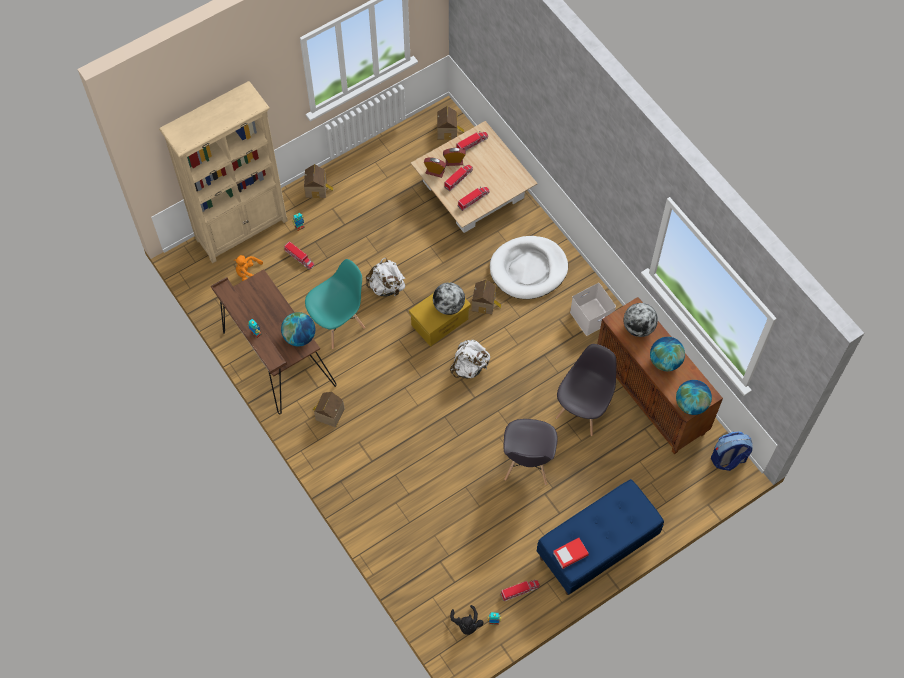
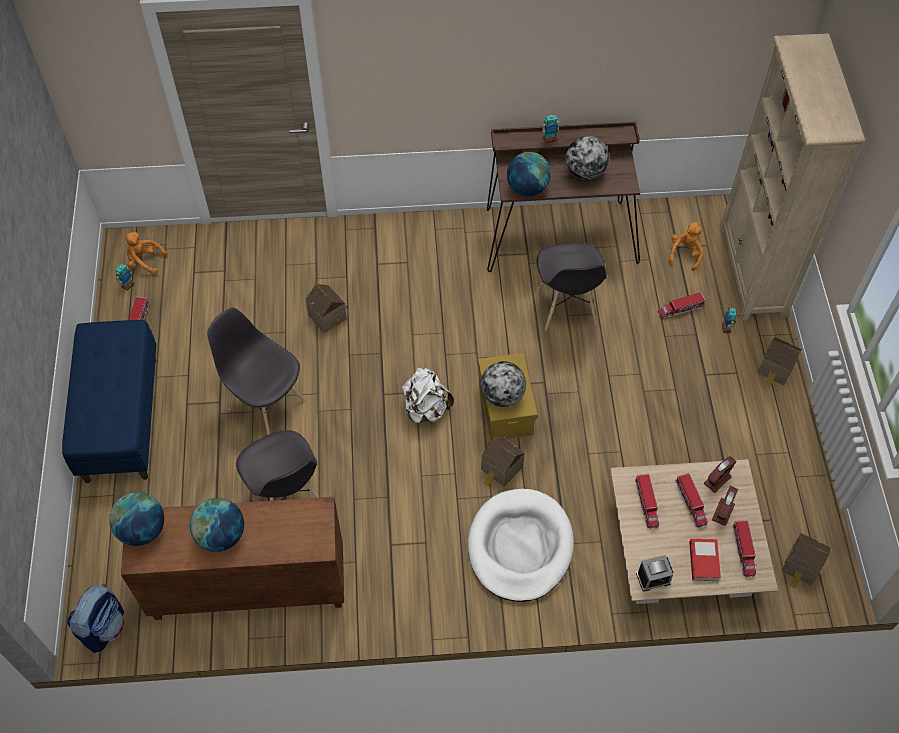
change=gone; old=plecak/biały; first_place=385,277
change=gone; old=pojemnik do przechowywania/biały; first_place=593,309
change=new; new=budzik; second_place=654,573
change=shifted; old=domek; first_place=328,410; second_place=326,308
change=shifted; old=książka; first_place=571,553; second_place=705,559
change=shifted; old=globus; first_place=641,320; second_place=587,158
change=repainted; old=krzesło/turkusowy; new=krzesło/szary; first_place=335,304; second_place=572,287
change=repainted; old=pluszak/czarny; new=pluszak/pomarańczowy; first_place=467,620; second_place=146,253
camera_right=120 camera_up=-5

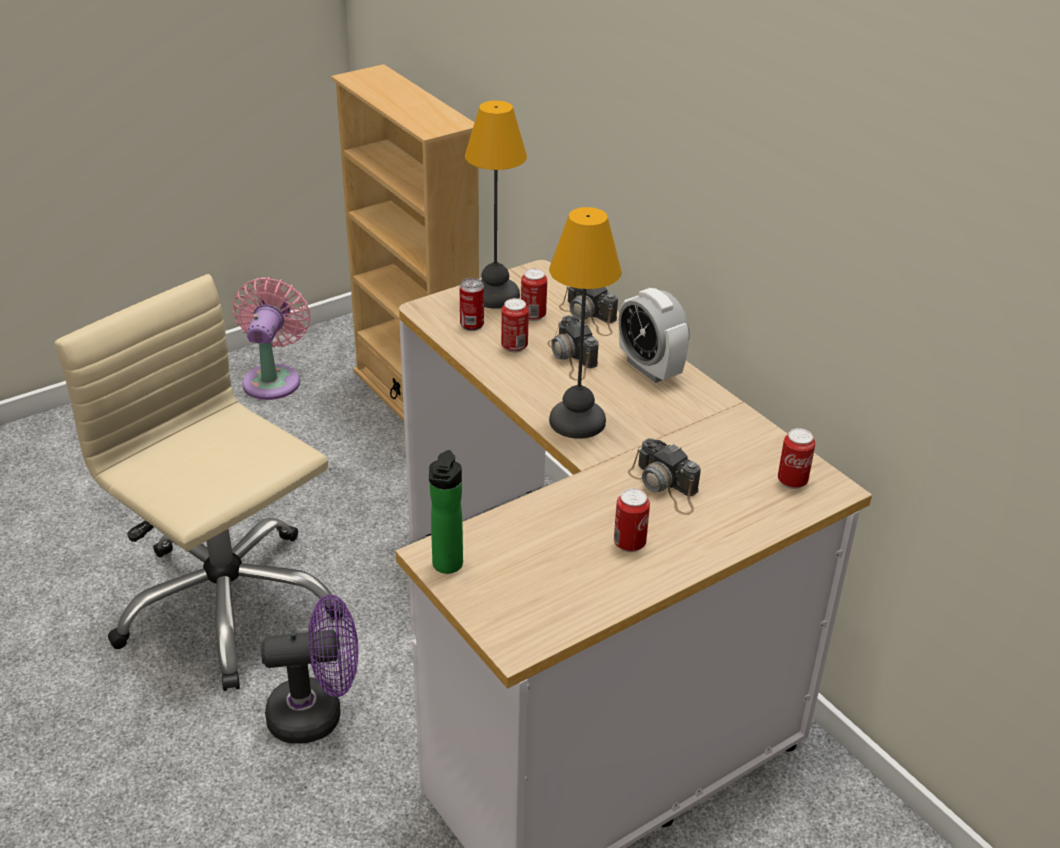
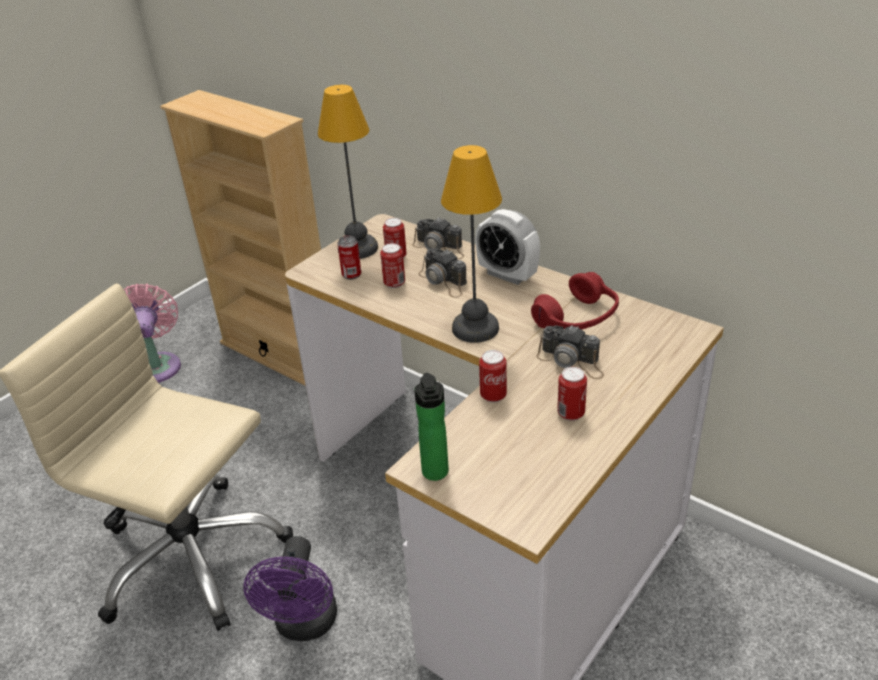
change=new; new=słuchawki/czerwony; second_place=575,301
change=shifted; old=puszka; first_place=796,458; second_place=493,376
change=rotated; old=wentylator/fioletowy; first_place=309,669; second_place=290,588; degrees=120
camera_right=-15 camera_up=0

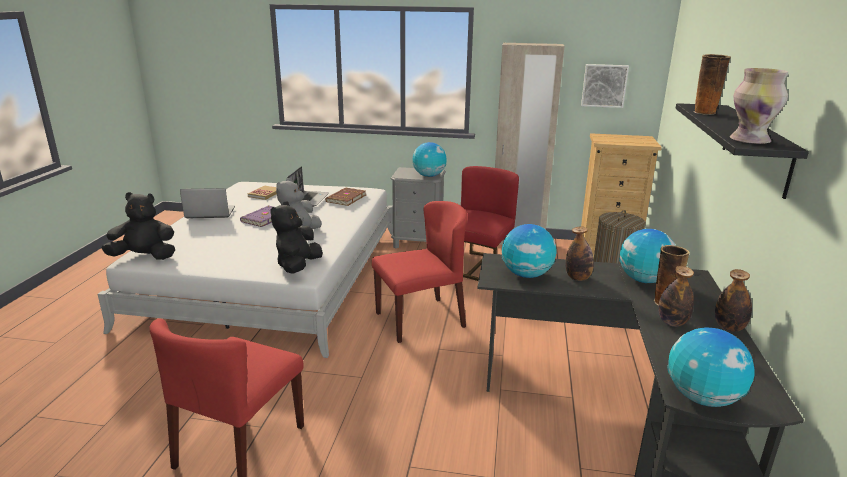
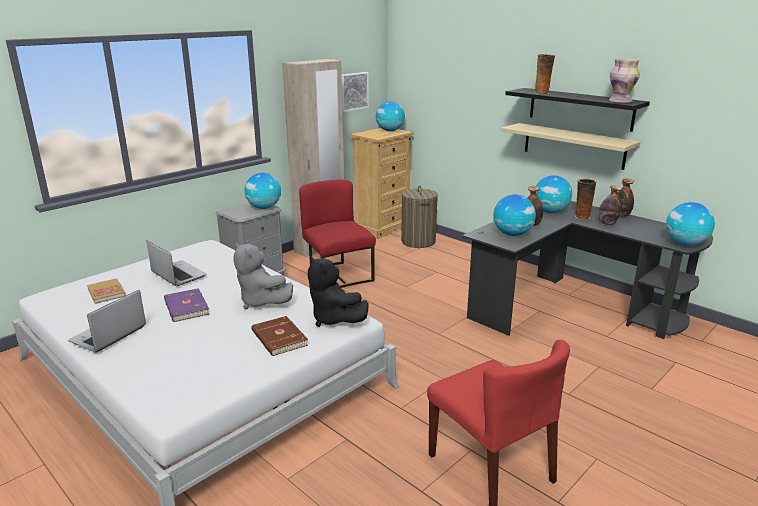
change=gone; old=pluszak/czarny; first_place=138,226
change=gone; old=krzesło/czerwony; first_place=420,272
change=new; new=globus; second_place=390,116
change=new; new=półka/beżowy; second_place=570,146
change=shifted; old=książka/brązowy; first_place=345,196; second_place=279,336
camera_right=-55 camera_up=0

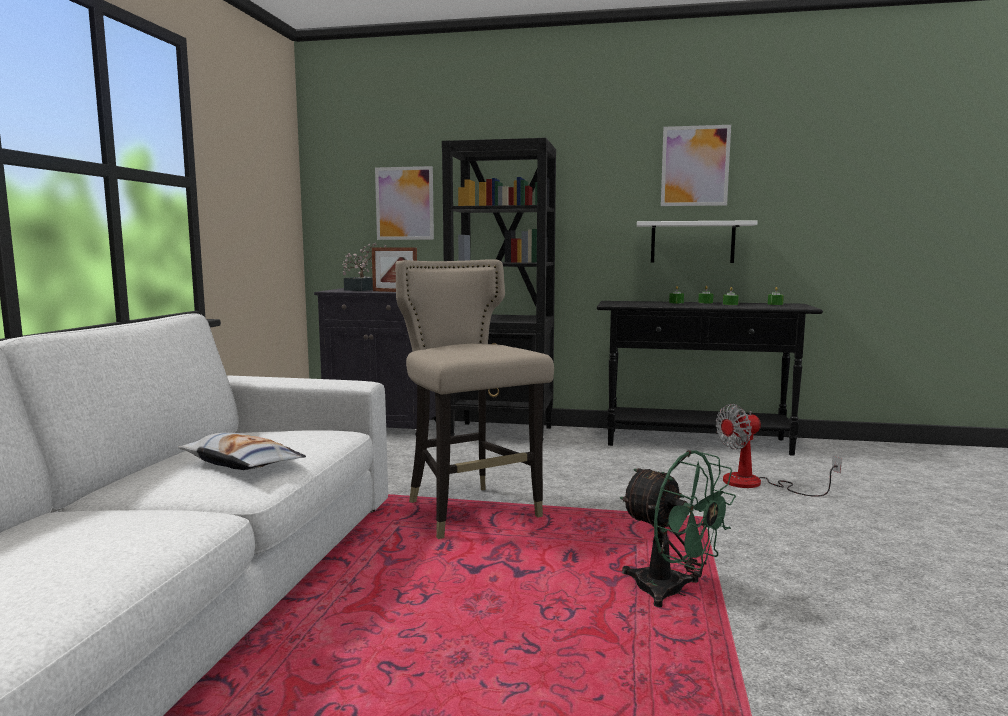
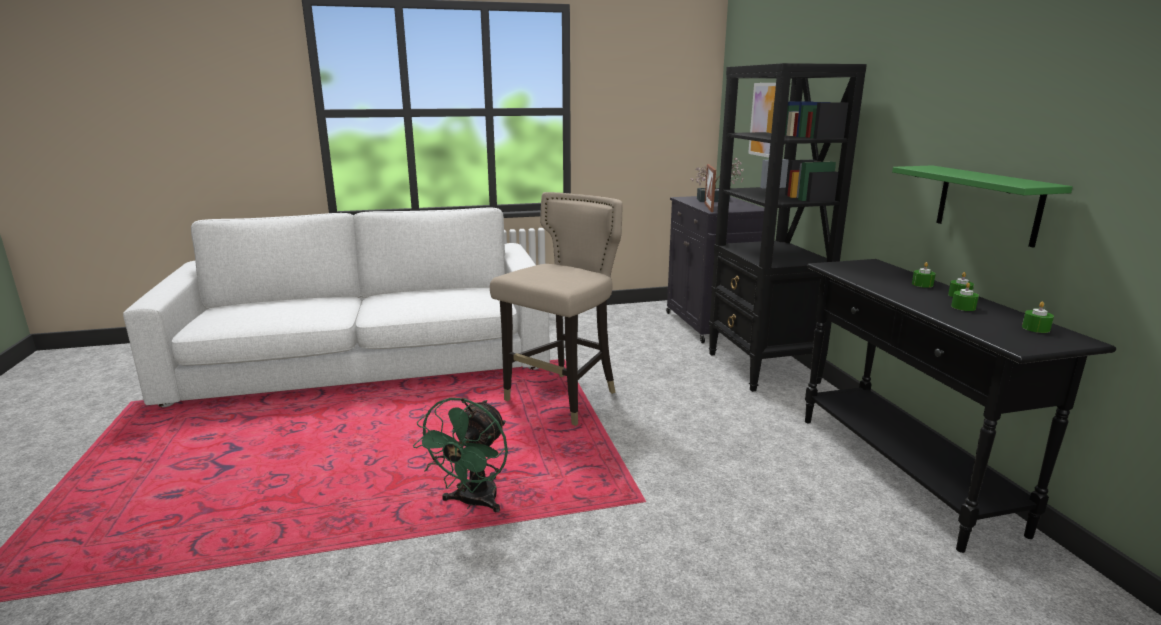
change=gone; old=poduszka; first_place=242,451
change=gone; old=obraz; first_place=696,165
change=gone; old=wentylator; first_place=779,450
change=repainted; old=półka/biały; new=półka/zielony; first_place=697,241; second_place=982,206
camera_right=65 camera_up=10

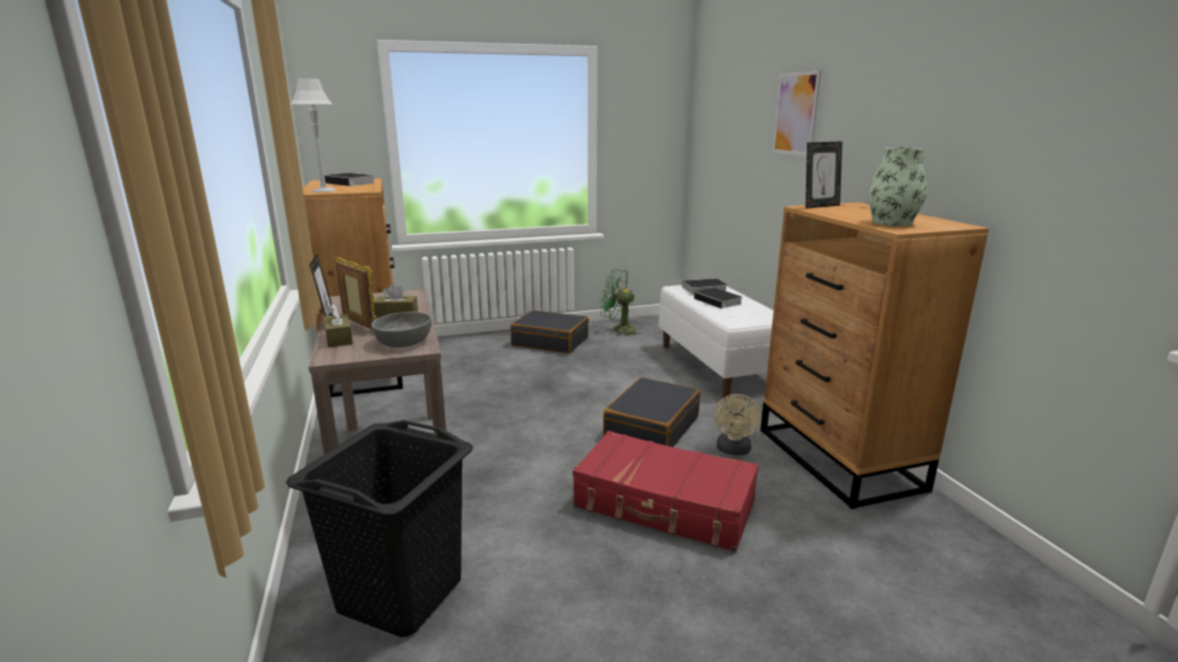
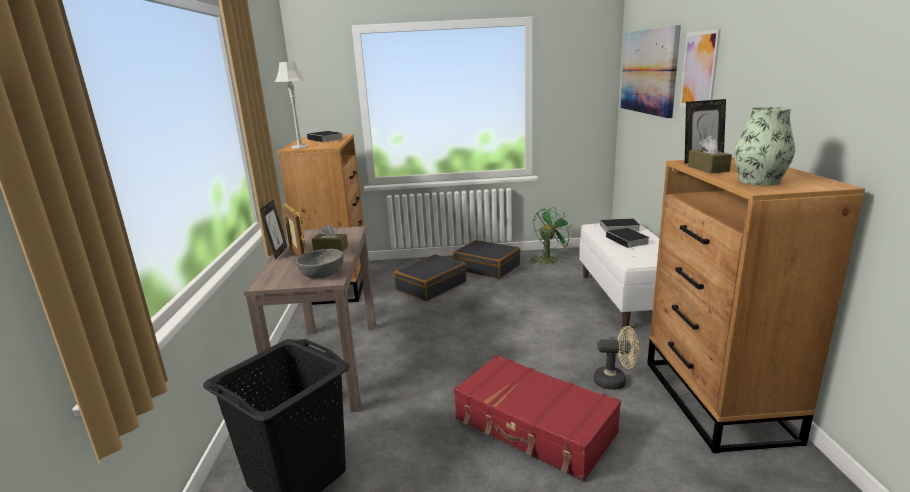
change=new; new=obraz; second_place=651,71
change=shifted; old=pudełko chusteczek/brązowy; first_place=338,325; second_place=710,154
change=shifted; old=walizka/czarny; first_place=651,412; second_place=430,277
change=rotated; old=wentylator/zielony; first_place=620,302; second_place=551,235; degrees=105
change=rotated; old=wentylator/beżowy; first_place=738,424; second_place=616,358; degrees=-105
camera_right=15 camera_up=0

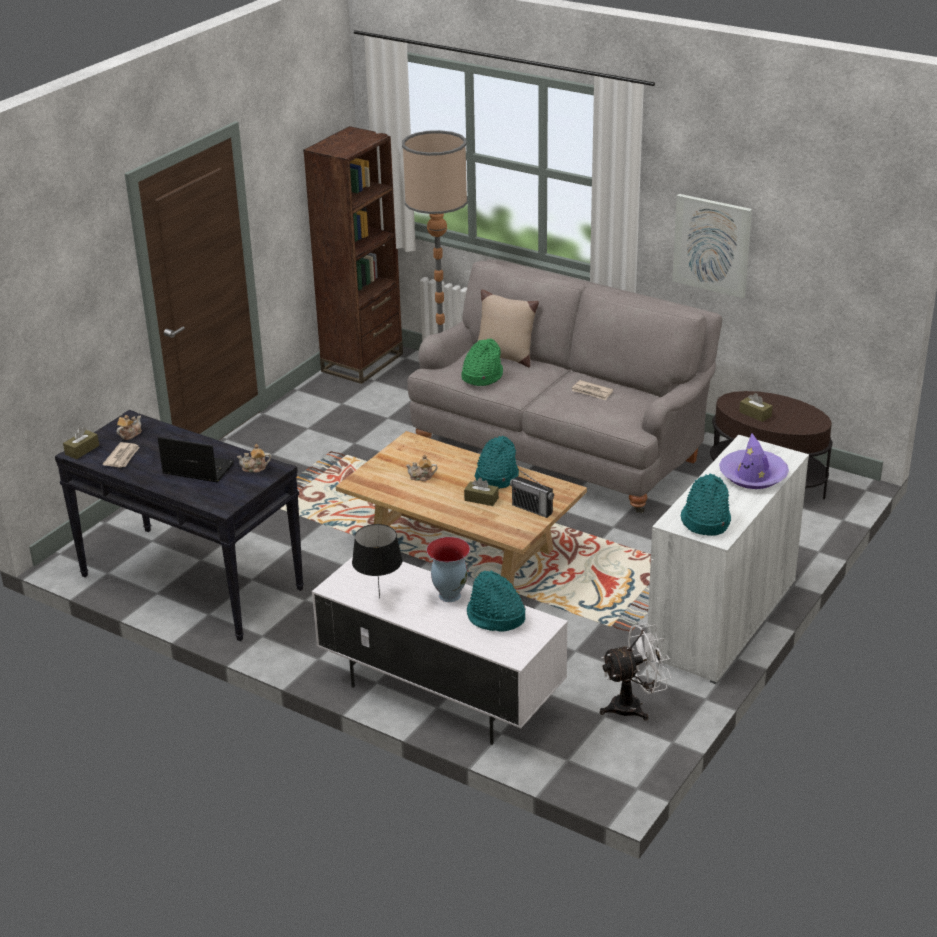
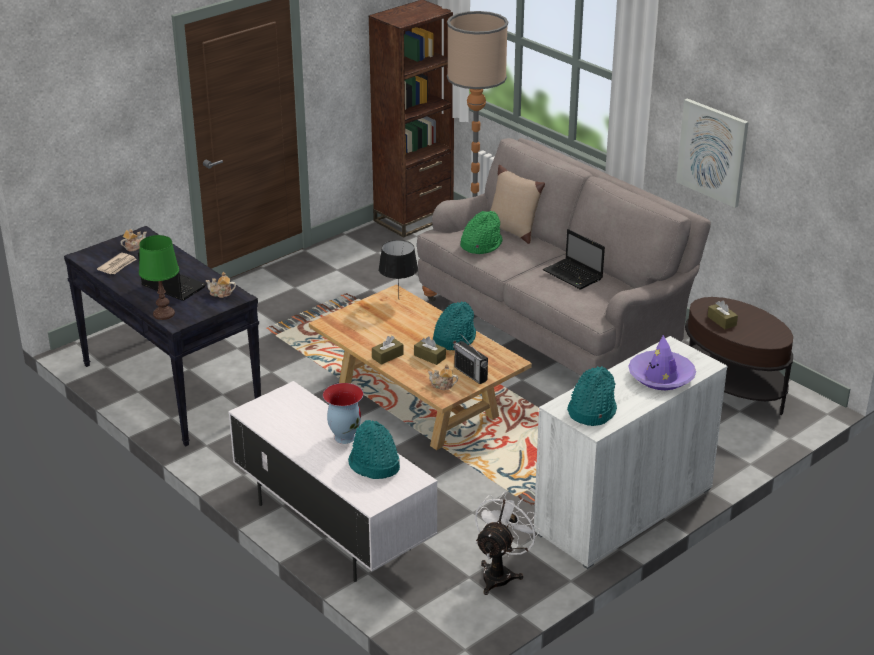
change=new; new=lampa stołowa/zielony; second_place=159,277
change=shifted; old=pudełko chusteczek/brązowy; first_place=81,443; second_place=388,350
change=shifted; old=lampa stołowa/czarny; first_place=377,561; second_place=398,266
change=shifted; old=imbryk; first_place=422,467; second_place=443,377
change=swapped; old=gazeta; new=laptop; first_place=592,390; second_place=574,259
change=rotated; old=wentylator/biały; first_place=635,672; second_place=508,543; degrees=-60
camera_right=15 camera_up=0

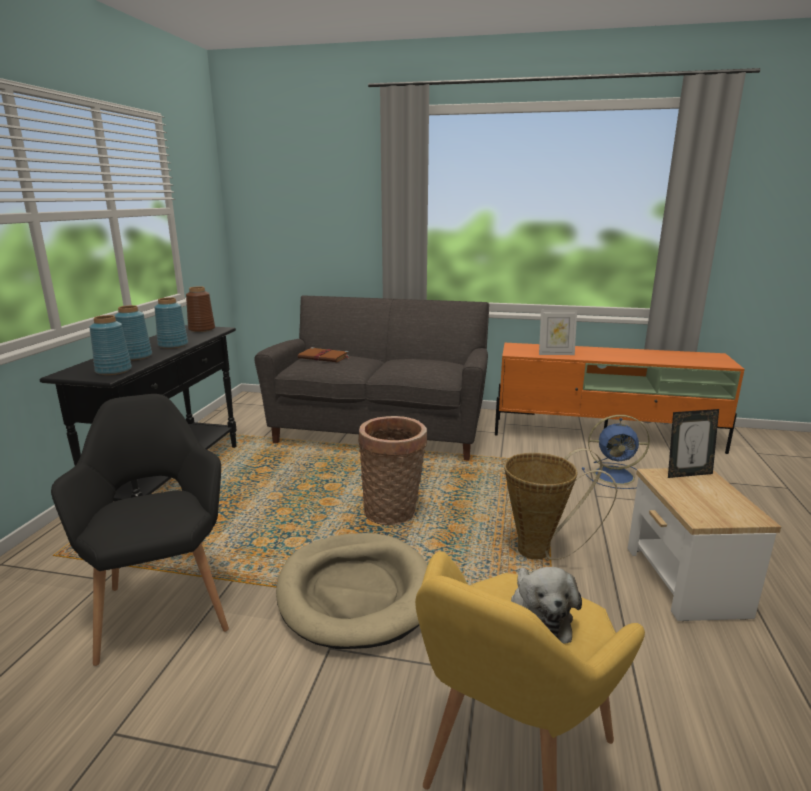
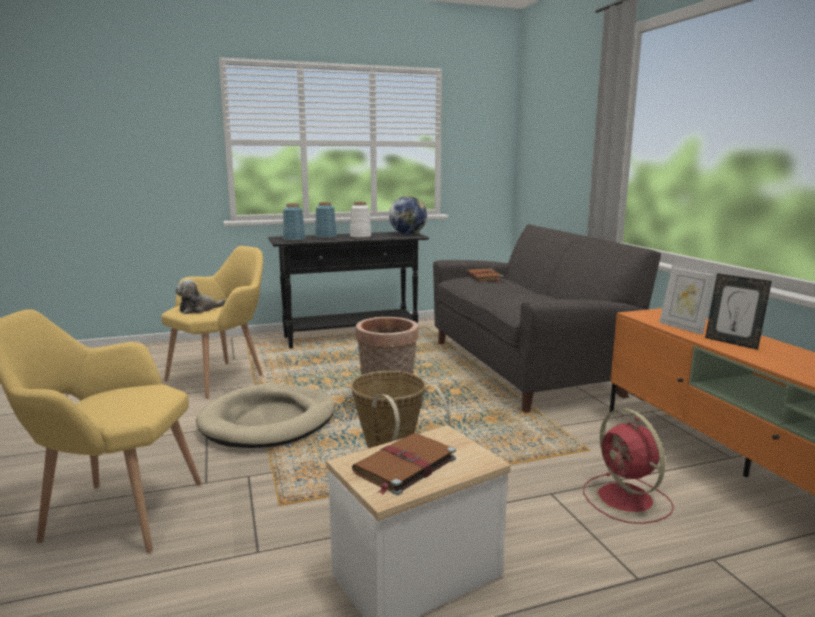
change=new; new=książka/brązowy; second_place=404,464
change=shifted; old=pluszak; first_place=546,605; second_place=200,296
change=shifted; old=ramka na zdjęcie; first_place=693,443; second_place=738,311
change=swapped; old=wazon/brązowy; new=globus; first_place=200,309; second_place=408,215
change=repainted; old=fotel/czarny; new=fotel/żółty; first_place=140,530; second_place=212,322
change=repainted; old=wazon/niebieski; new=wazon/biały; first_place=171,323; second_place=360,220
change=repainted; old=wentylator/niebieski; new=wentylator/czerwony; first_place=616,452; second_place=628,466
camera_right=60 camera_up=-5

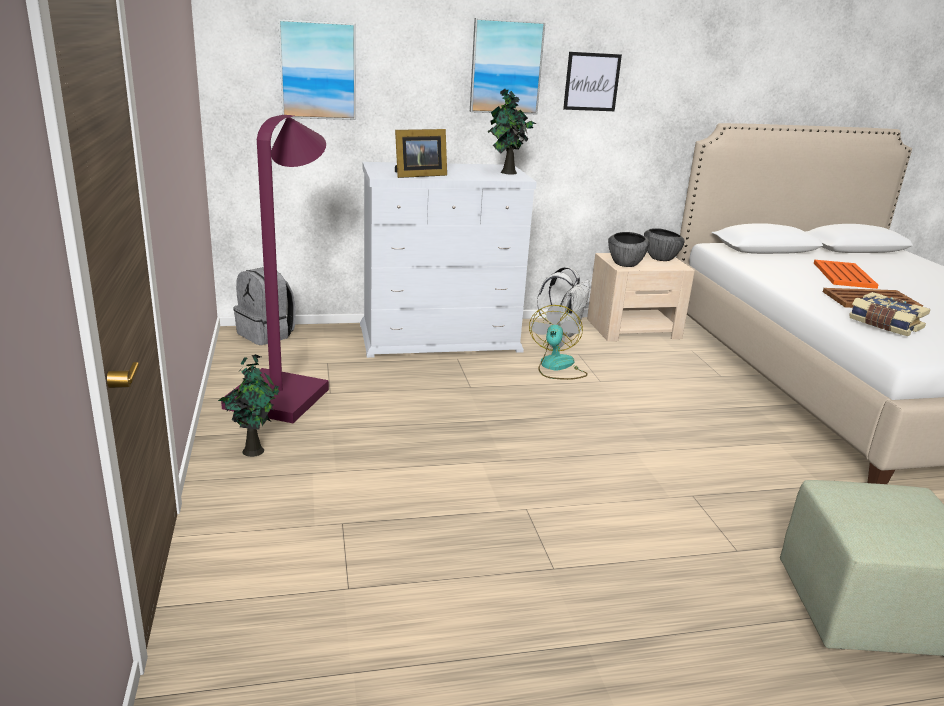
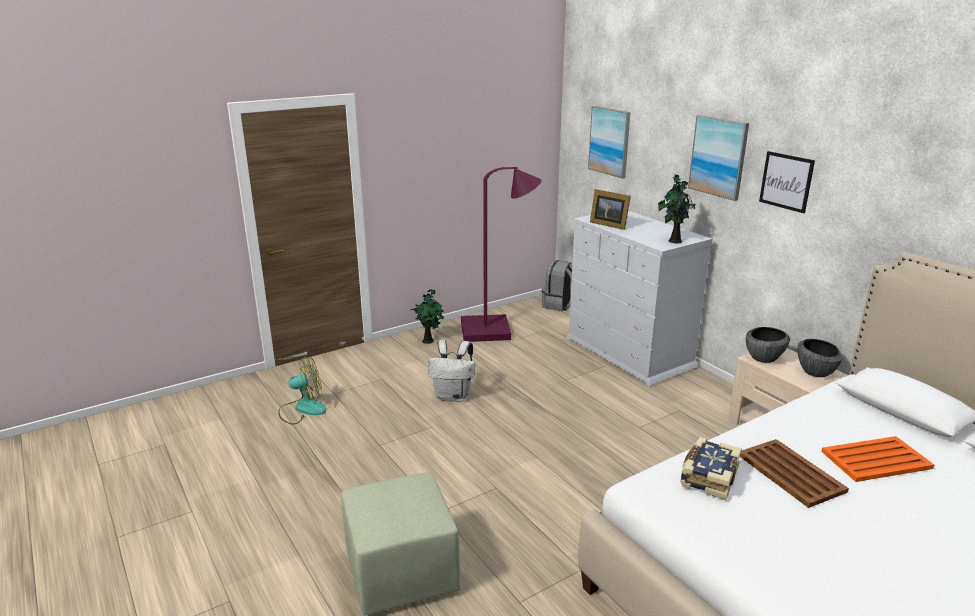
change=shifted; old=wentylator; first_place=558,342; second_place=302,390
change=shifted; old=plecak/biały; first_place=563,302; second_place=451,371
camera_right=70 camera_up=0

